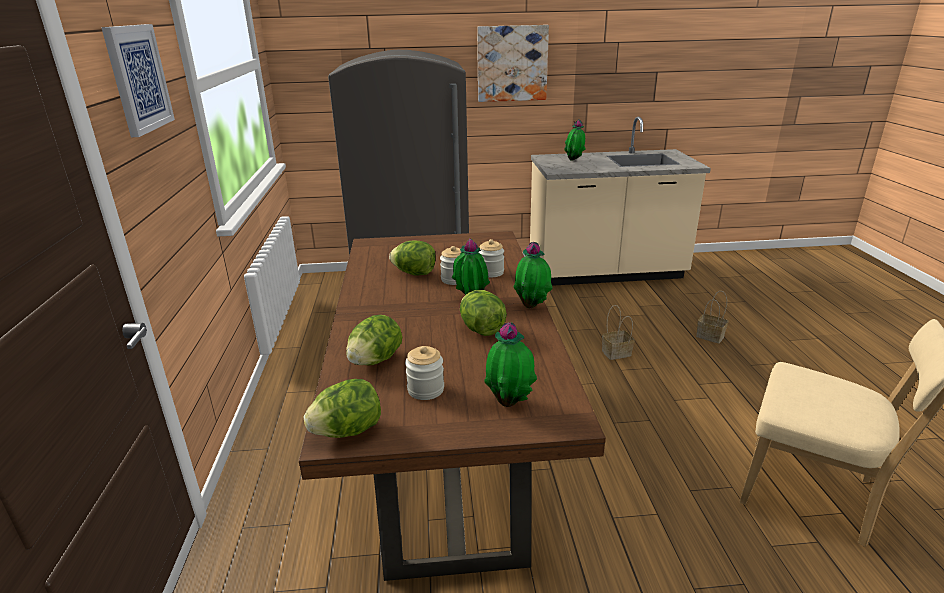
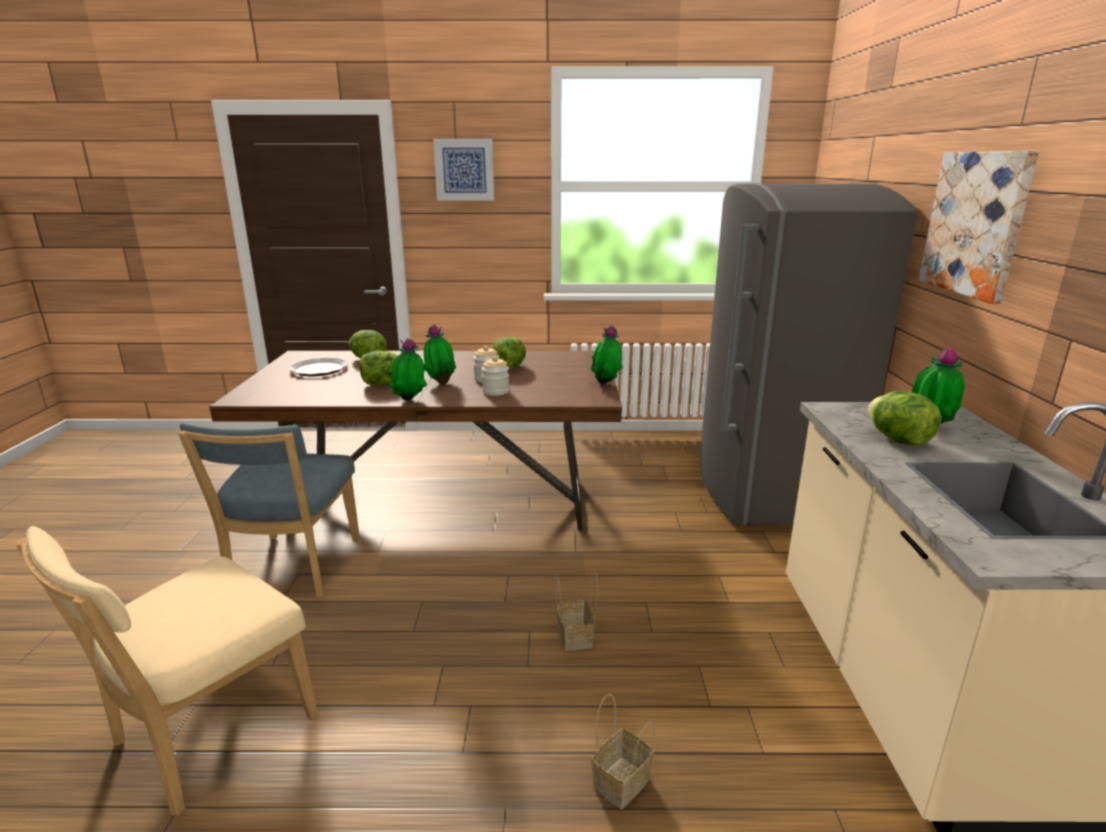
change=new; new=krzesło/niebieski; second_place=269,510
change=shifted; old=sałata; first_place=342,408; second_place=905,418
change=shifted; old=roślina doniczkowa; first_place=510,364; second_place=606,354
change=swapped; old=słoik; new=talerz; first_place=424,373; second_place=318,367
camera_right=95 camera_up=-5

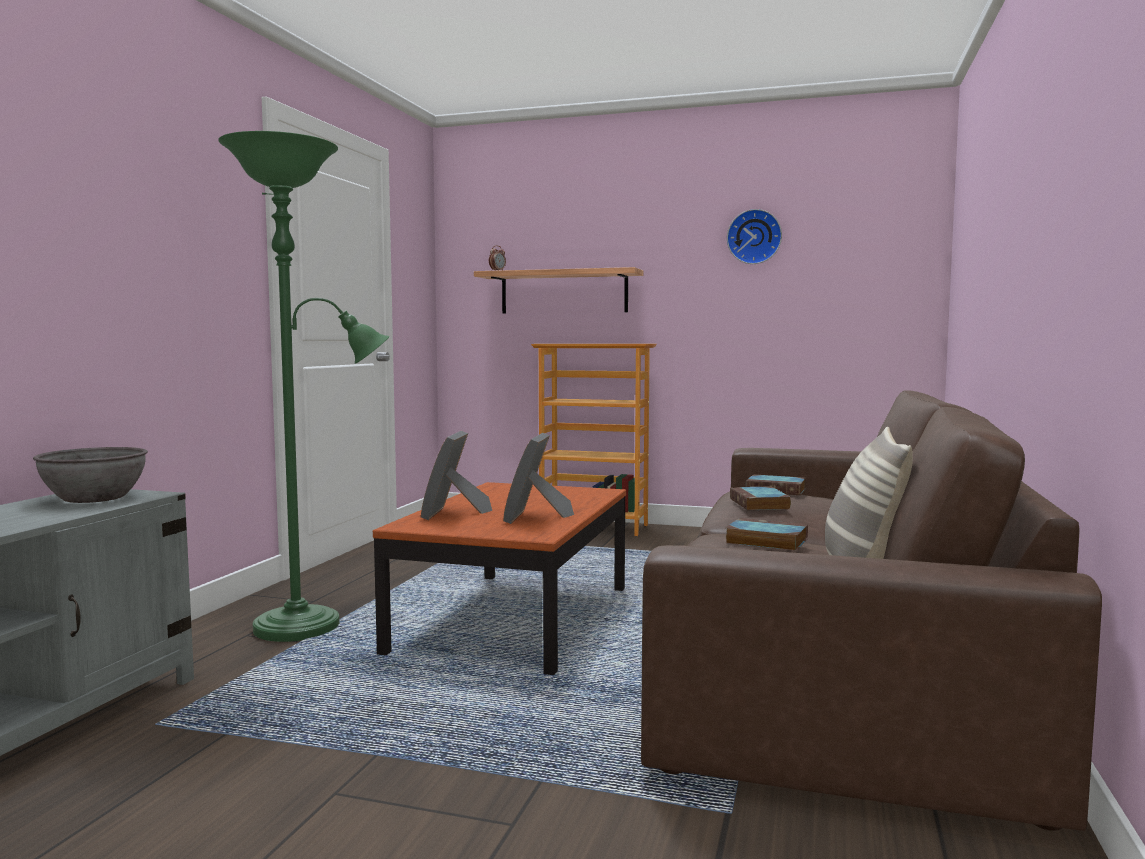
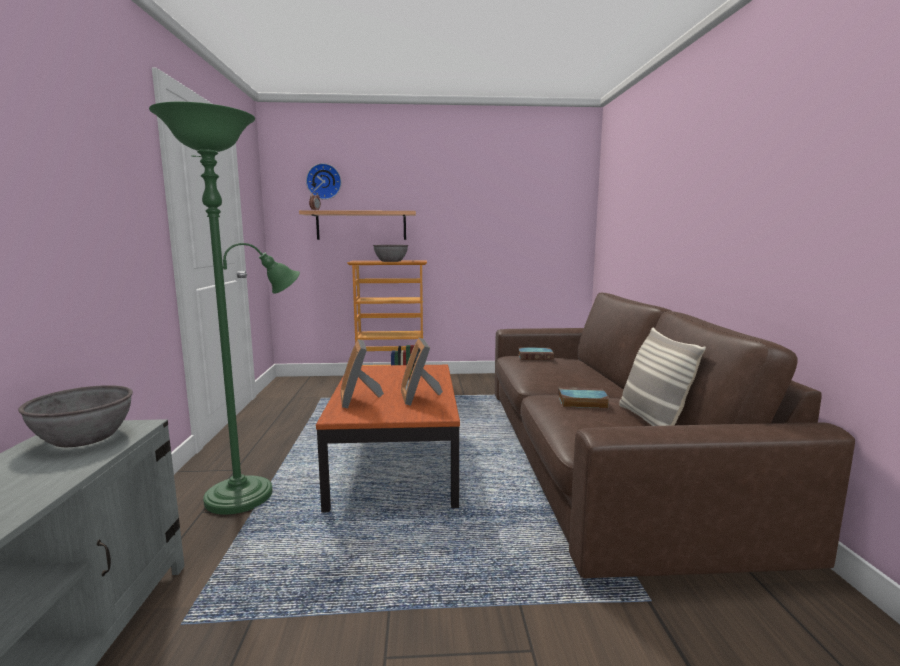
change=gone; old=książka; first_place=760,498
change=new; new=miska/szary; second_place=390,253
change=shifted; old=zegar ścienny; first_place=754,236; second_place=323,181
camera_right=-20 camera_up=5

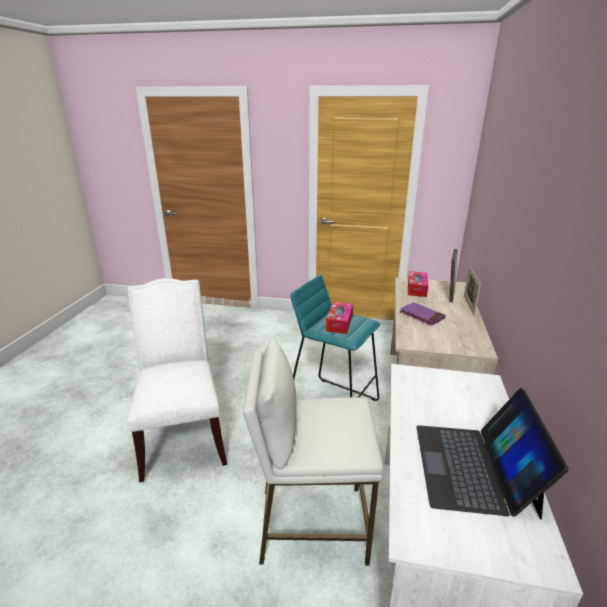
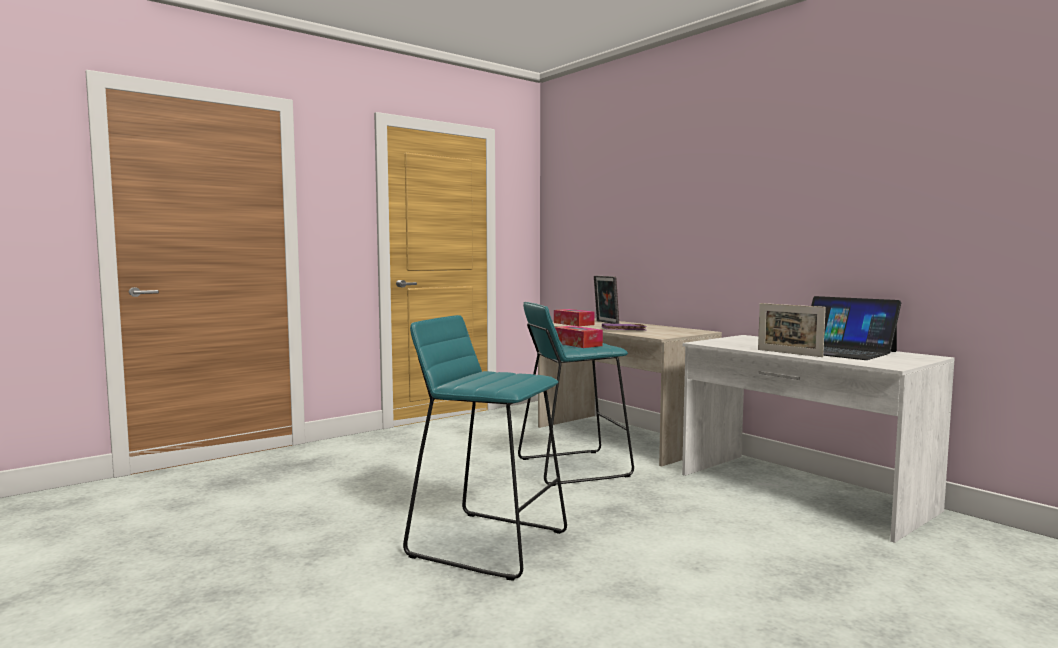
change=gone; old=stołek/biały; first_place=313,452
change=shifted; old=ramka na zdjęcie; first_place=472,290; second_place=792,330
change=swapped; old=krzesło/biały; new=stołek/turkusowy; first_place=177,380; second_place=485,448
camera_right=-50 camera_up=-20

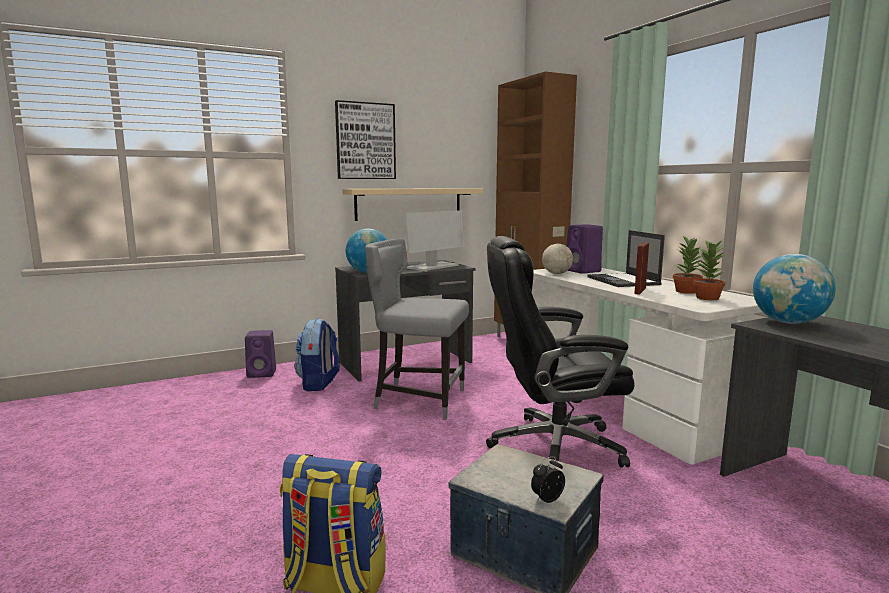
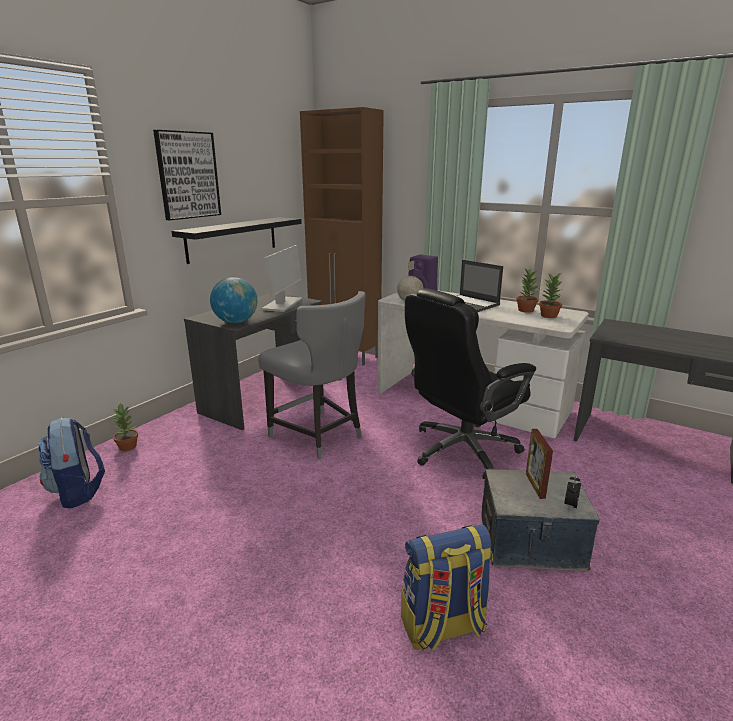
change=gone; old=globus; first_place=794,289
change=shifted; old=plecak; first_place=317,354; second_place=71,463
change=shifted; old=ramka na zdjęcie; first_place=641,269; second_place=539,464
change=swapped; old=głośnik/fioletowy; new=roślina doniczkowa; first_place=260,354; second_place=124,426
change=repainted; old=półka/beżowy; new=półka/czarny; first_place=412,204; second_place=236,240
change=rotated; old=krzesło/szary; first_place=417,329; second_place=312,375; degrees=-120
camera_right=-30 camera_up=10

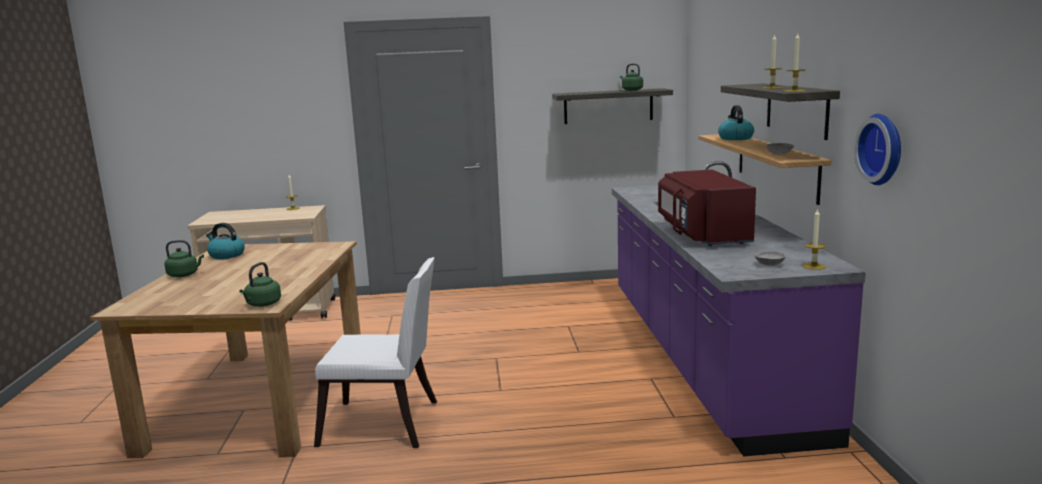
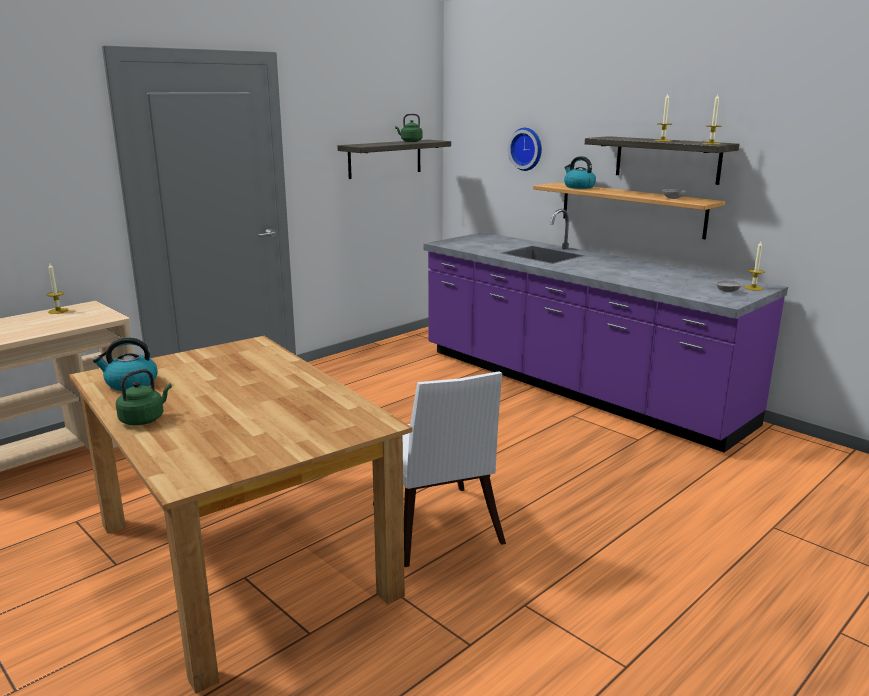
change=gone; old=czajnik/zielony; first_place=260,284
change=gone; old=mikrofalówka/czerwony; first_place=707,207
change=shifted; old=zegar ścienny; first_place=877,149; second_place=525,149
change=rotated; old=krzesło/biały; first_place=375,352; second_place=439,469; degrees=105
camera_right=-40 camera_up=5

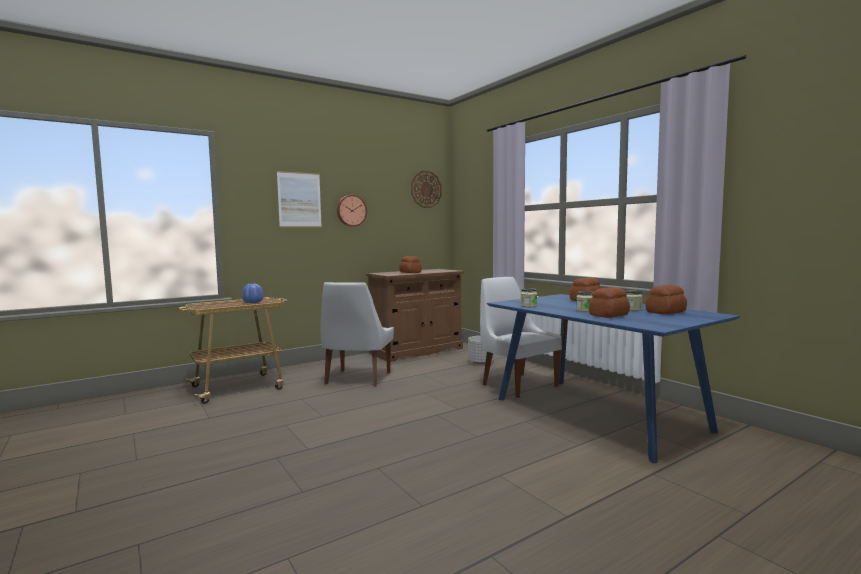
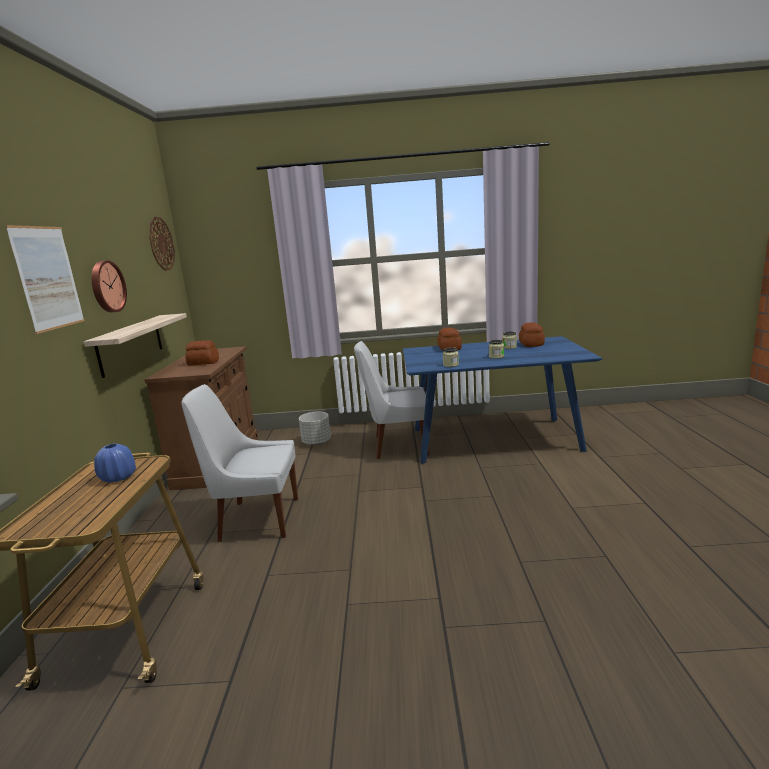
change=gone; old=chleb; first_place=609,302
change=new; new=półka; second_place=135,345
change=rotated; old=krzesło/biały; first_place=357,334; second_place=239,463; degrees=135
camera_right=-55 camera_up=10

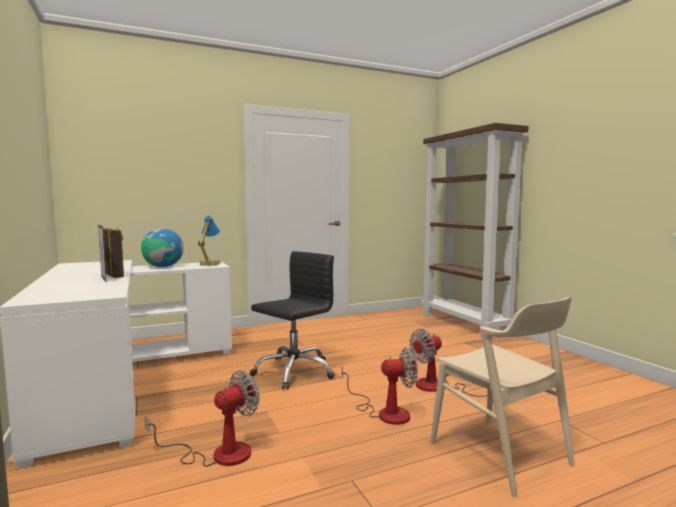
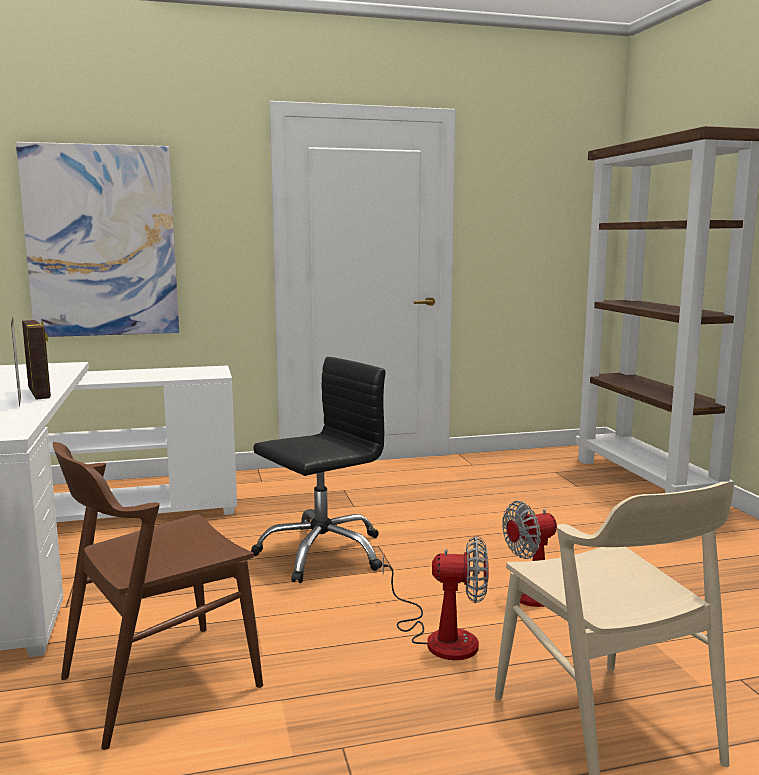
change=gone; old=globus; first_place=162,248
change=gone; old=lampa stołowa; first_place=209,240
change=new; new=obraz; second_place=97,239
change=swapped; old=wentylator; new=krzesło/brązowy; first_place=202,419; second_place=158,596
camera_right=10 camera_up=5

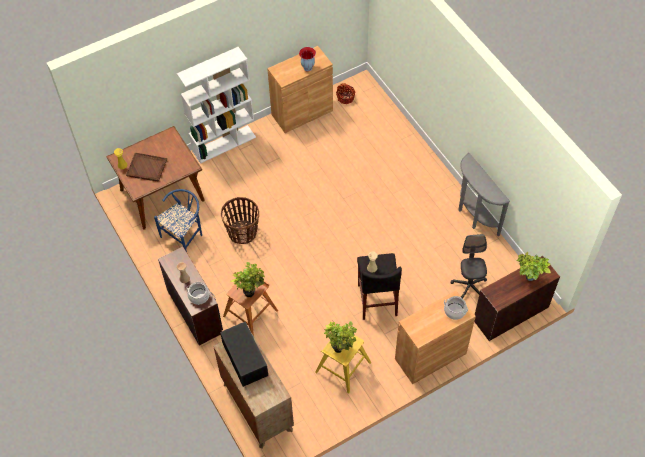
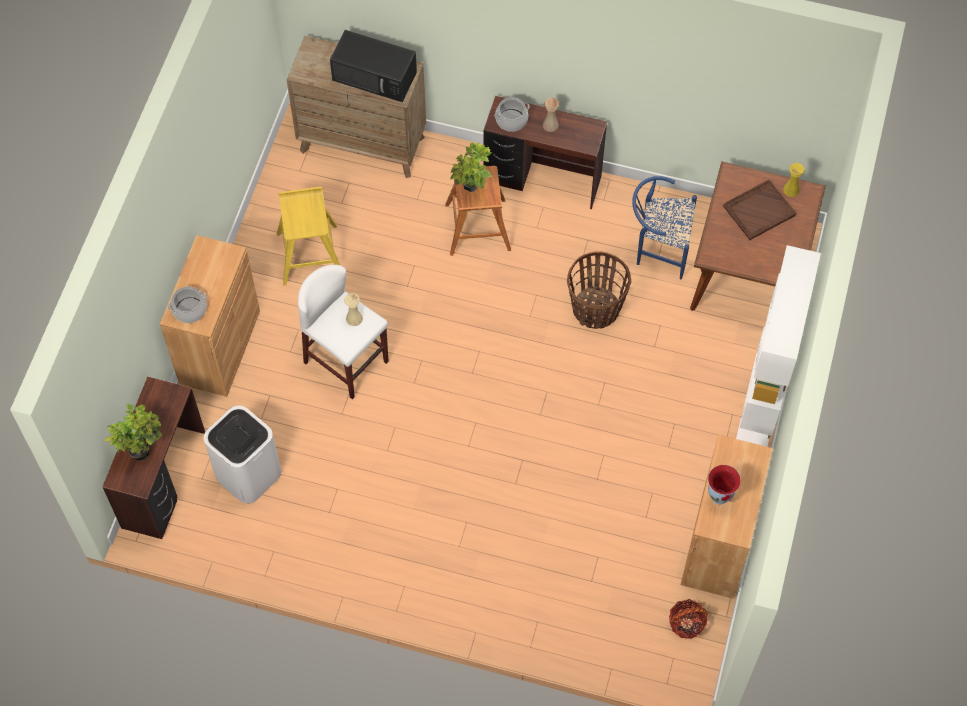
change=gone; old=roślina doniczkowa; first_place=340,337
change=gone; old=stolik konsolowy/szary; first_place=484,194
change=swapped; old=krzesło biurowe/szary; new=kosz na śmieci/biały; first_place=469,266; second_place=242,455
change=repainted; old=stołek/czarny; new=stołek/biały; first_place=379,286; second_place=343,332
change=rotated; old=krzesło/niebieski; first_place=178,220; second_place=664,227; degrees=105
camera_right=135 camera_up=5

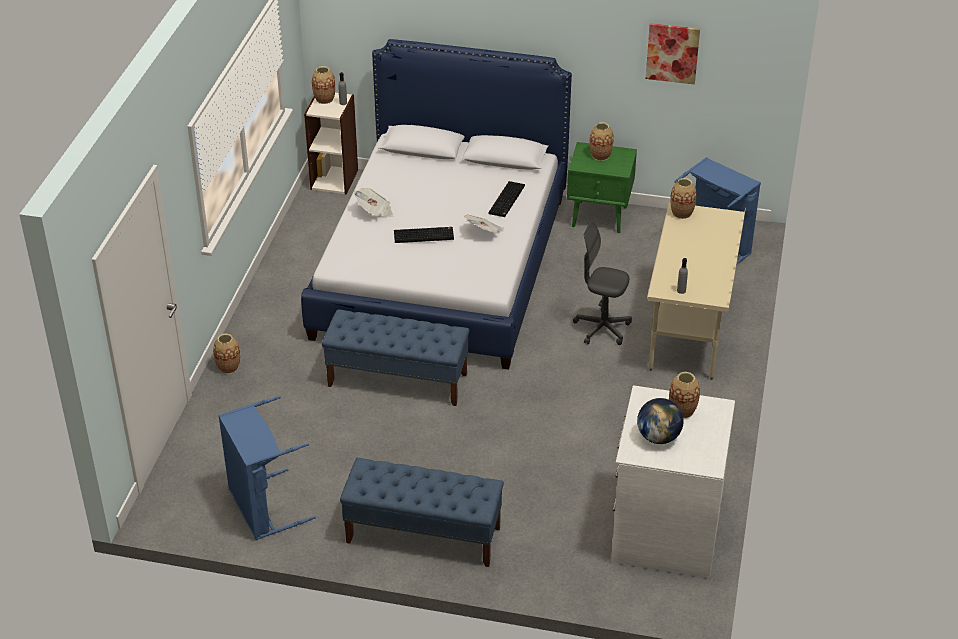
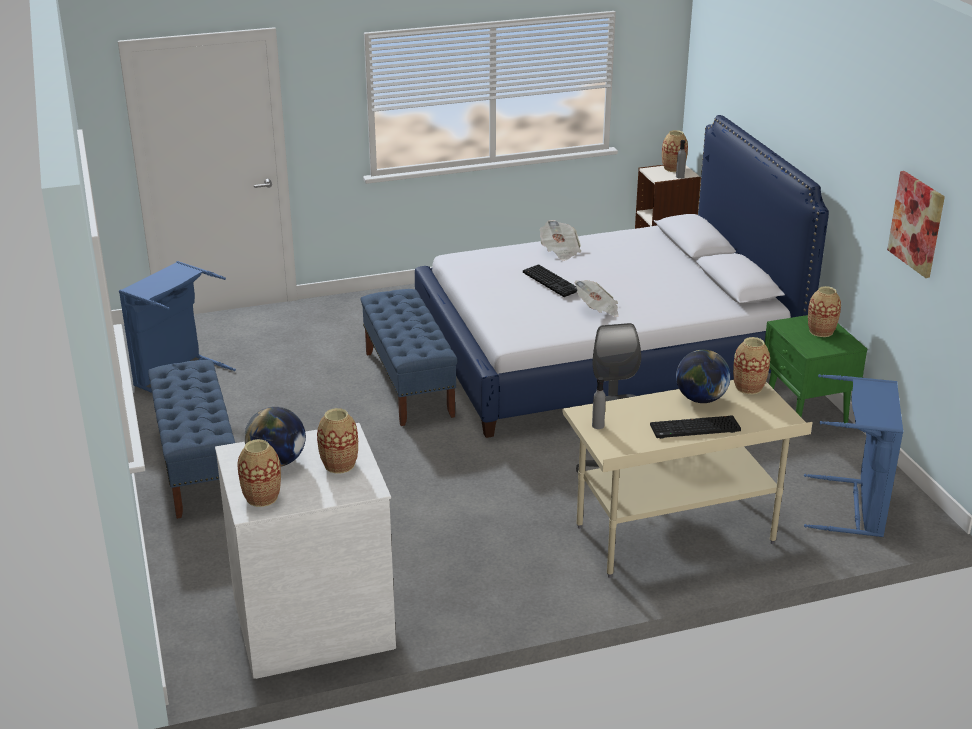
change=new; new=globus; second_place=703,376
change=shifted; old=wazon; first_place=226,354; second_place=259,473
change=shifted; old=klawiatura; first_place=507,199; second_place=695,427
camera_right=60 camera_up=-10

